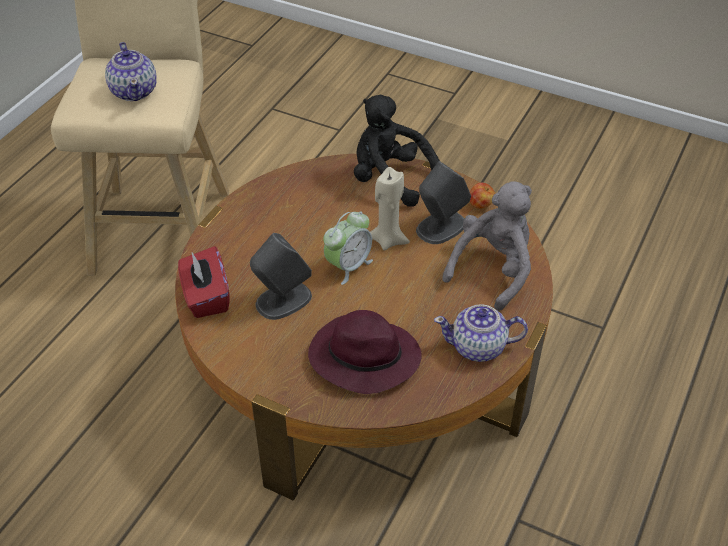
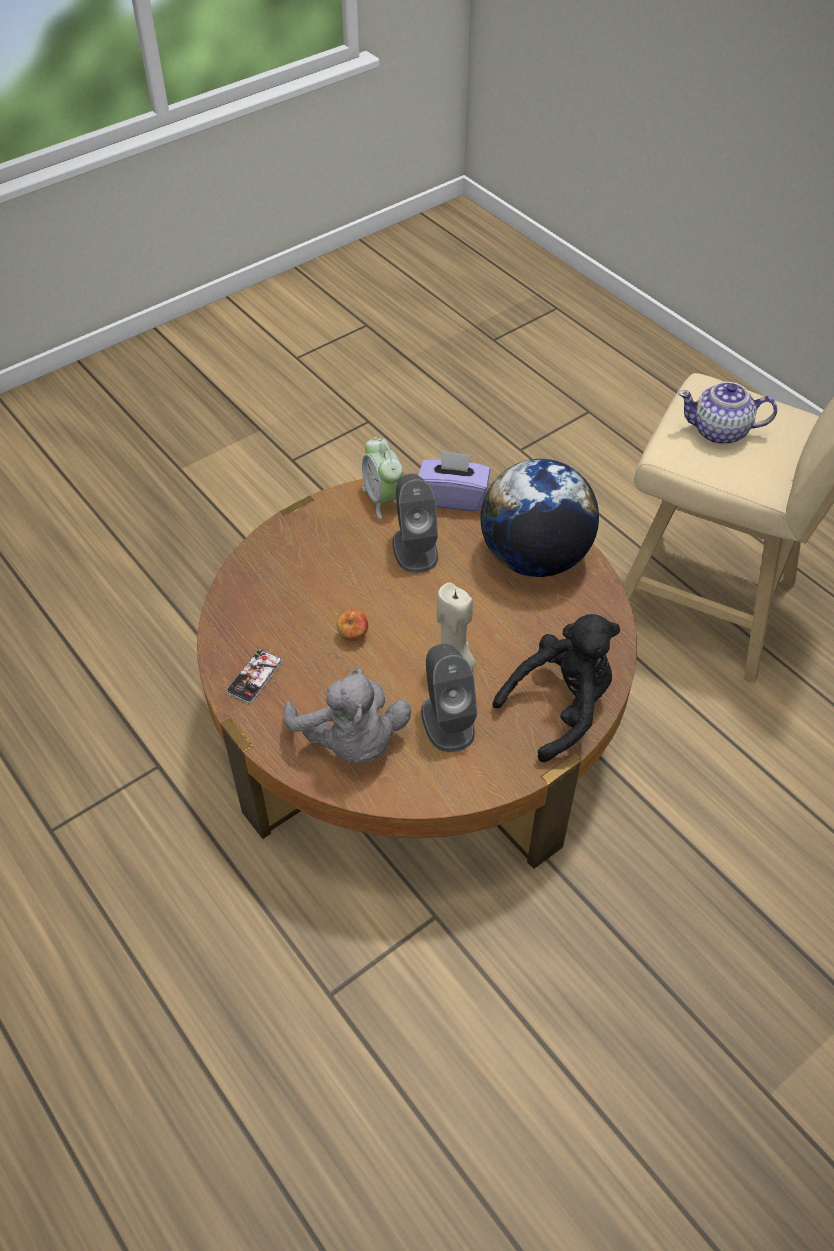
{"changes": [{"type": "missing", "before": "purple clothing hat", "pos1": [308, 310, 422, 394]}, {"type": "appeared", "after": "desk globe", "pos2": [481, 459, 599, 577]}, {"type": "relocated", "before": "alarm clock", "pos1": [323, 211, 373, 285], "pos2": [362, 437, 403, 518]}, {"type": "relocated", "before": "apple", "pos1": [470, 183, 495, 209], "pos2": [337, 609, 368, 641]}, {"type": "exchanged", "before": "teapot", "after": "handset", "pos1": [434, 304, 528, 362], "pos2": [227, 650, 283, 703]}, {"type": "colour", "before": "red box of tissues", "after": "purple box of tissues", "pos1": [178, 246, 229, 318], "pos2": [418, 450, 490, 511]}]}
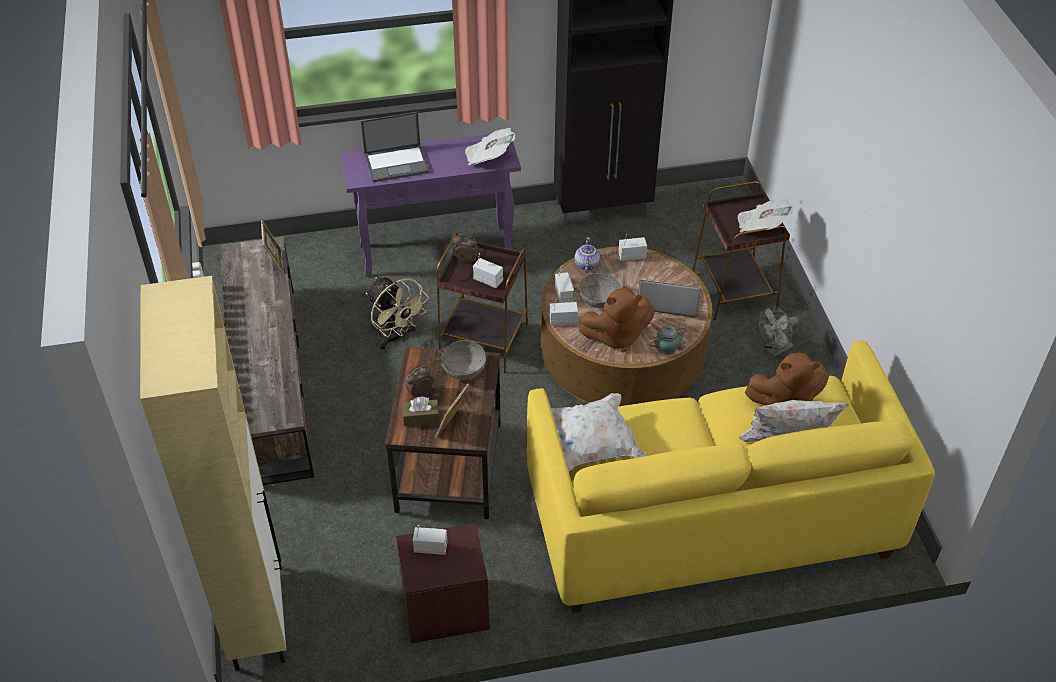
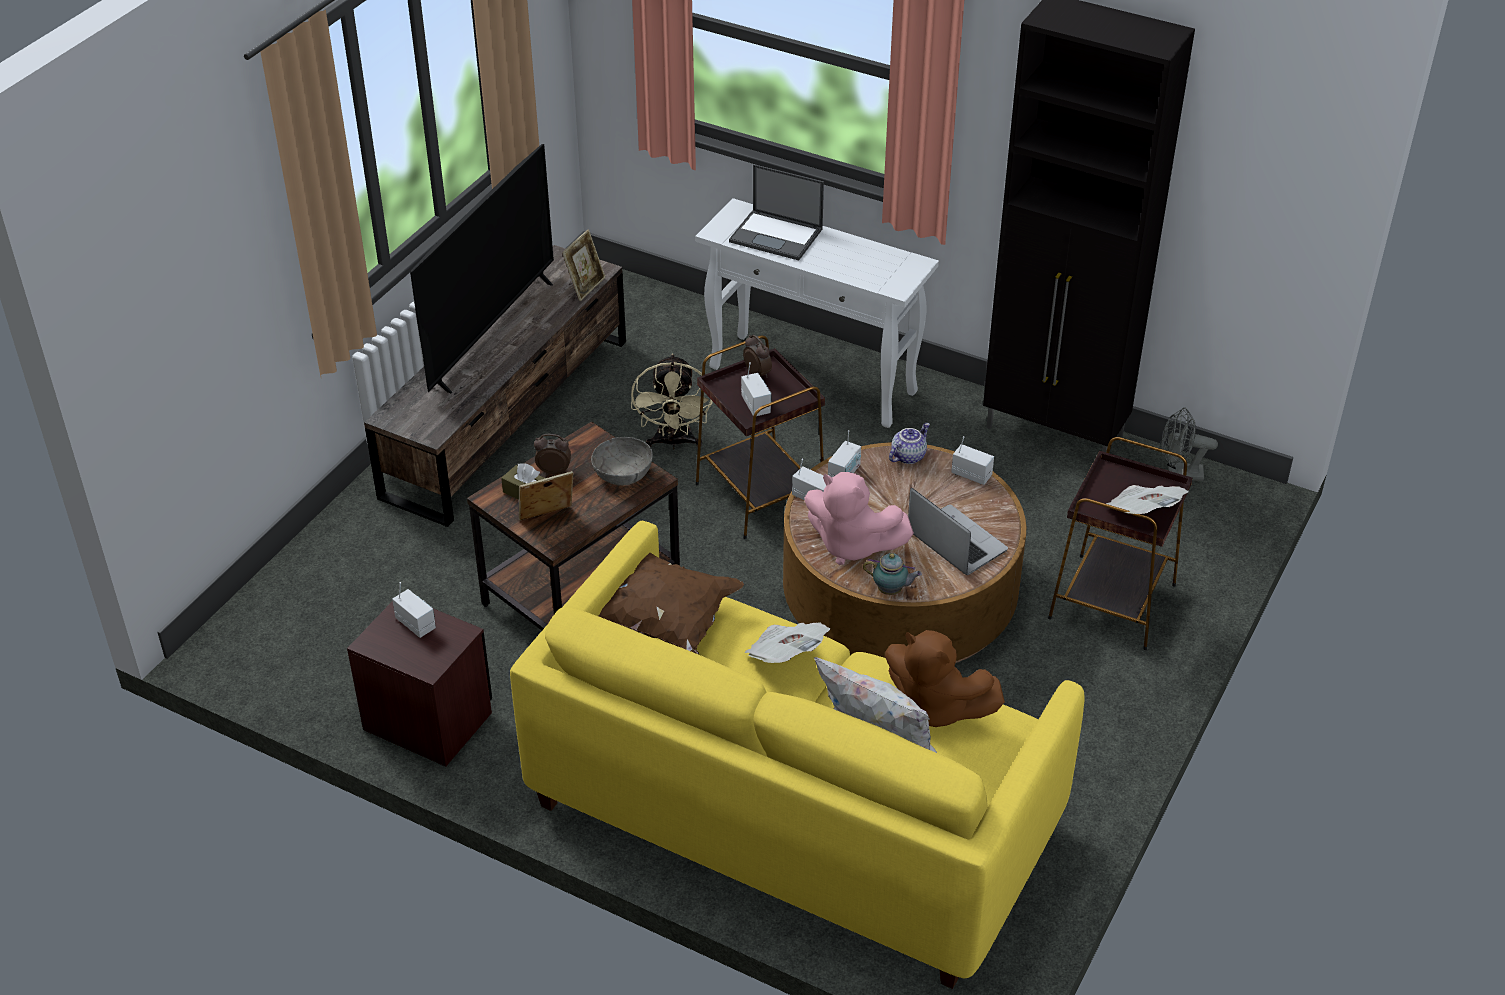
{"changes": [{"type": "missing", "before": "beige-coloured storage cabinet", "pos1": [140, 276, 286, 671]}, {"type": "missing", "before": "greyish bowl", "pos1": [579, 273, 621, 308]}, {"type": "appeared", "after": "TV", "pos2": [410, 144, 554, 393]}, {"type": "relocated", "before": "daily paper", "pos1": [465, 128, 515, 165], "pos2": [744, 622, 830, 663]}, {"type": "relocated", "before": "greyish electric fan", "pos1": [759, 306, 799, 357], "pos2": [1162, 408, 1218, 481]}, {"type": "colour", "before": "purple narrow table", "after": "white narrow table", "pos1": [341, 134, 521, 277], "pos2": [695, 198, 939, 428]}, {"type": "colour", "before": "white cushion", "after": "brownish cushion", "pos1": [551, 393, 646, 471], "pos2": [599, 553, 744, 655]}, {"type": "colour", "before": "brownish soft toy", "after": "pink-coloured soft toy", "pos1": [579, 288, 655, 353], "pos2": [804, 472, 914, 565]}]}
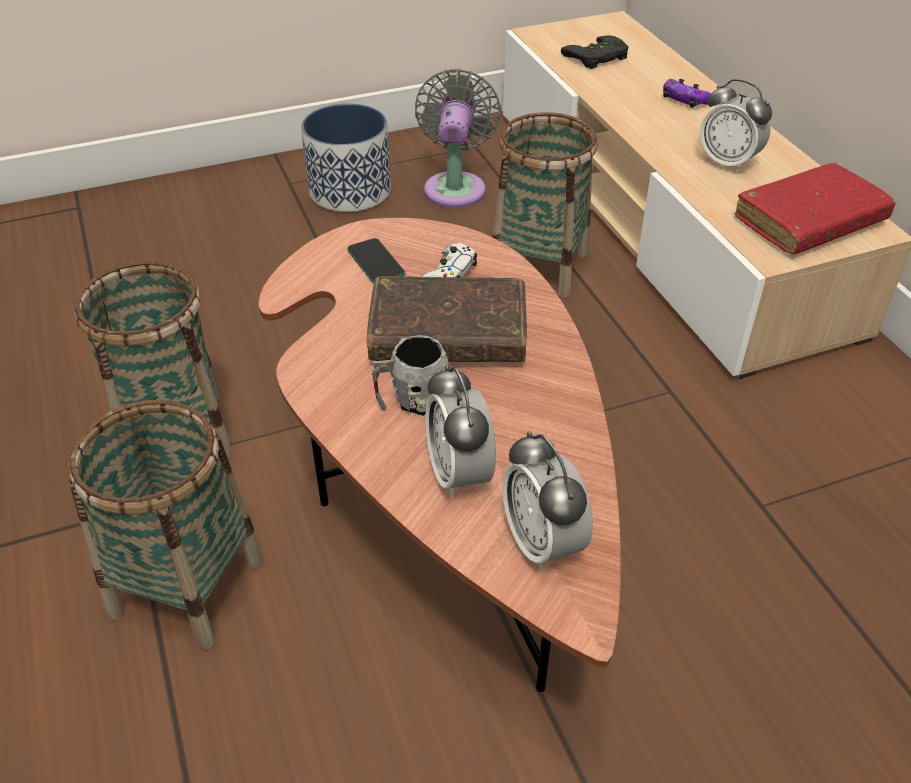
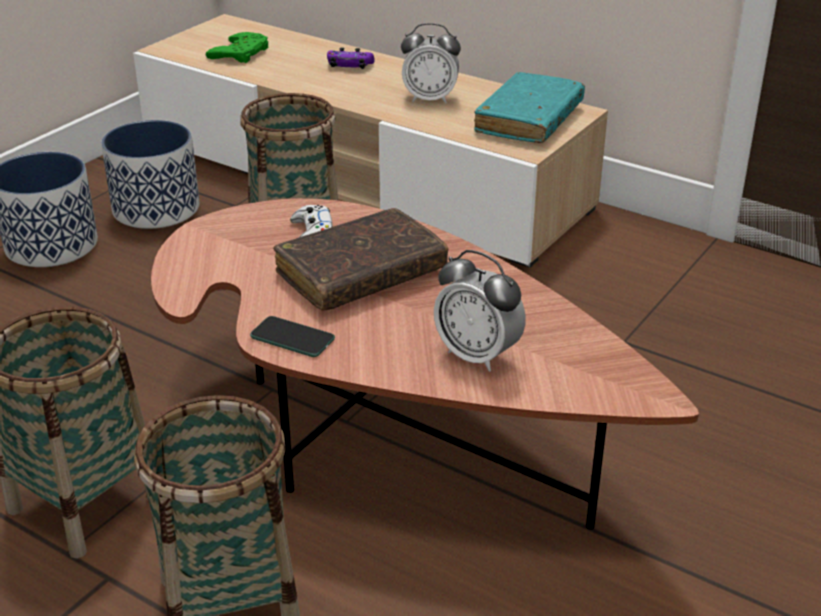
{"changes": [{"type": "missing", "before": "greyish tea mug", "pos1": [372, 335, 449, 416]}, {"type": "missing", "before": "alarm clock", "pos1": [502, 431, 593, 571]}, {"type": "relocated", "before": "handset", "pos1": [347, 238, 405, 284], "pos2": [250, 316, 335, 357]}, {"type": "exchanged", "before": "greyish electric fan", "after": "planter", "pos1": [415, 68, 501, 208], "pos2": [101, 120, 199, 229]}, {"type": "colour", "before": "black game controller", "after": "green game controller", "pos1": [561, 35, 629, 69], "pos2": [206, 32, 268, 63]}, {"type": "colour", "before": "red bound book", "after": "turquoise bound book", "pos1": [735, 163, 896, 254], "pos2": [474, 72, 585, 143]}]}
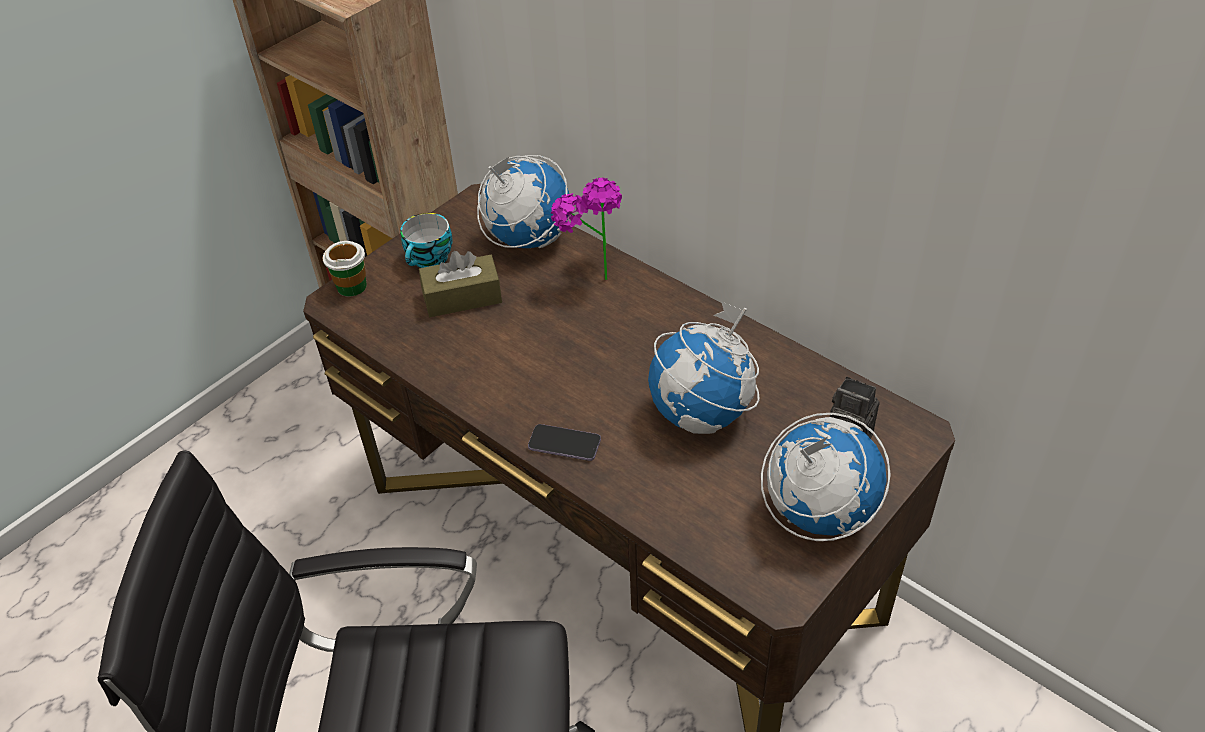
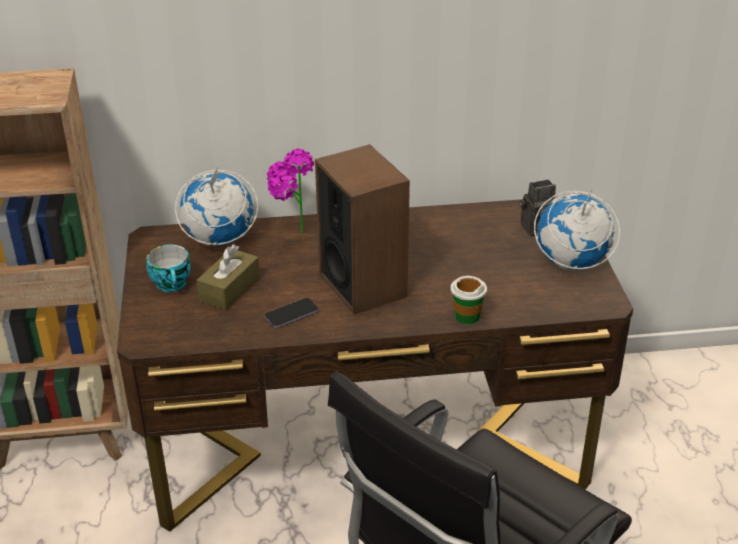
{"changes": [{"type": "missing", "before": "desk globe", "pos1": [648, 302, 760, 434]}, {"type": "appeared", "after": "speaker", "pos2": [315, 144, 410, 315]}, {"type": "relocated", "before": "cup", "pos1": [322, 241, 367, 297], "pos2": [451, 276, 487, 325]}, {"type": "relocated", "before": "handset", "pos1": [528, 424, 601, 461], "pos2": [264, 298, 319, 328]}]}
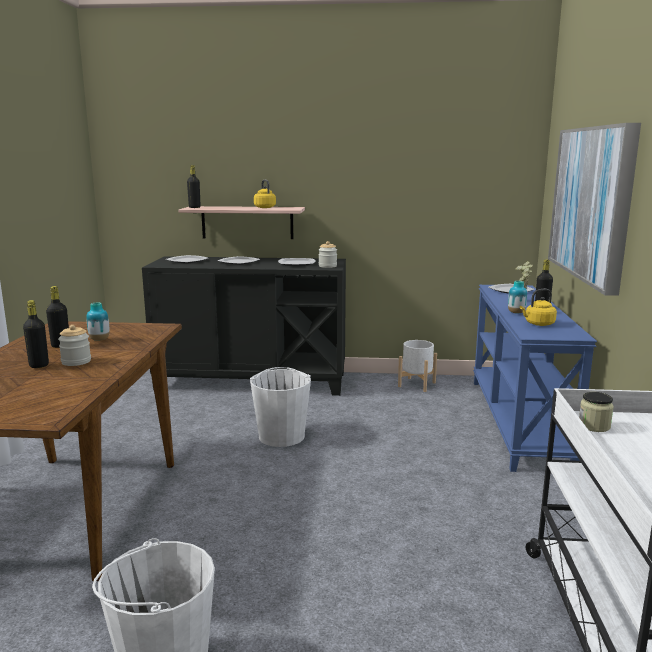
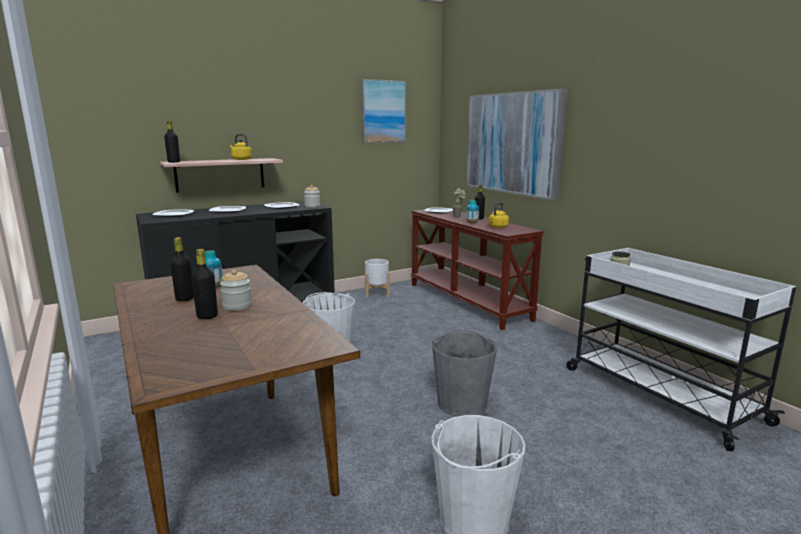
{"changes": [{"type": "appeared", "after": "wall art", "pos2": [361, 79, 406, 143]}, {"type": "appeared", "after": "greyish pail", "pos2": [432, 330, 497, 417]}, {"type": "colour", "before": "blue narrow table", "after": "brownish narrow table", "pos1": [473, 285, 597, 472], "pos2": [411, 209, 544, 330]}]}
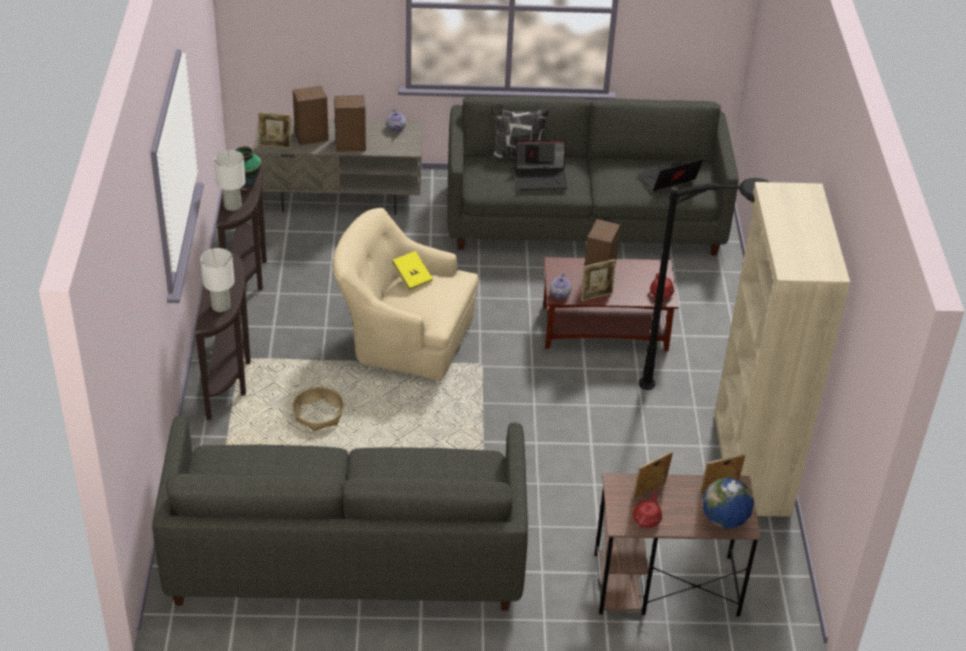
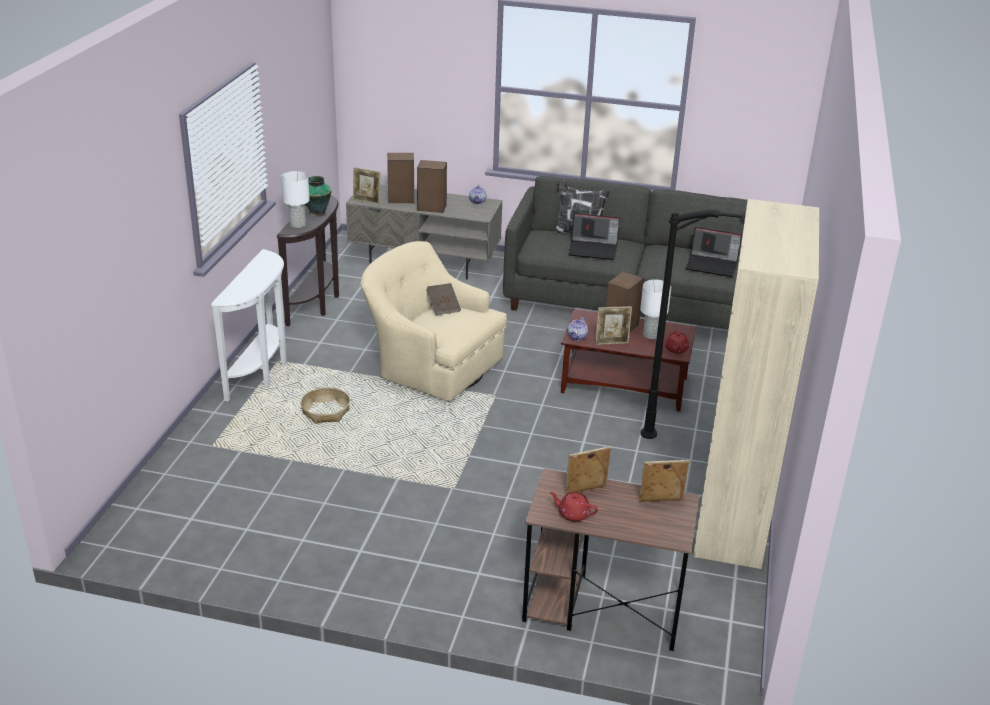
{"changes": [{"type": "missing", "before": "greyish sofa", "pos1": [152, 416, 528, 611]}, {"type": "missing", "before": "desk globe", "pos1": [703, 478, 754, 529]}, {"type": "relocated", "before": "white table lamp", "pos1": [200, 248, 235, 312], "pos2": [640, 279, 671, 339]}, {"type": "colour", "before": "brownish narrow table", "after": "white narrow table", "pos1": [195, 247, 251, 420], "pos2": [211, 249, 287, 401]}, {"type": "colour", "before": "yellow bound book", "after": "brownish bound book", "pos1": [392, 251, 433, 290], "pos2": [426, 283, 461, 315]}, {"type": "spun", "before": "red teapot", "pos1": [633, 490, 662, 528], "pos2": [550, 492, 598, 522], "turn": -105}, {"type": "spun", "before": "notebook computer", "pos1": [638, 159, 704, 191], "pos2": [686, 227, 742, 277], "turn": -150}]}
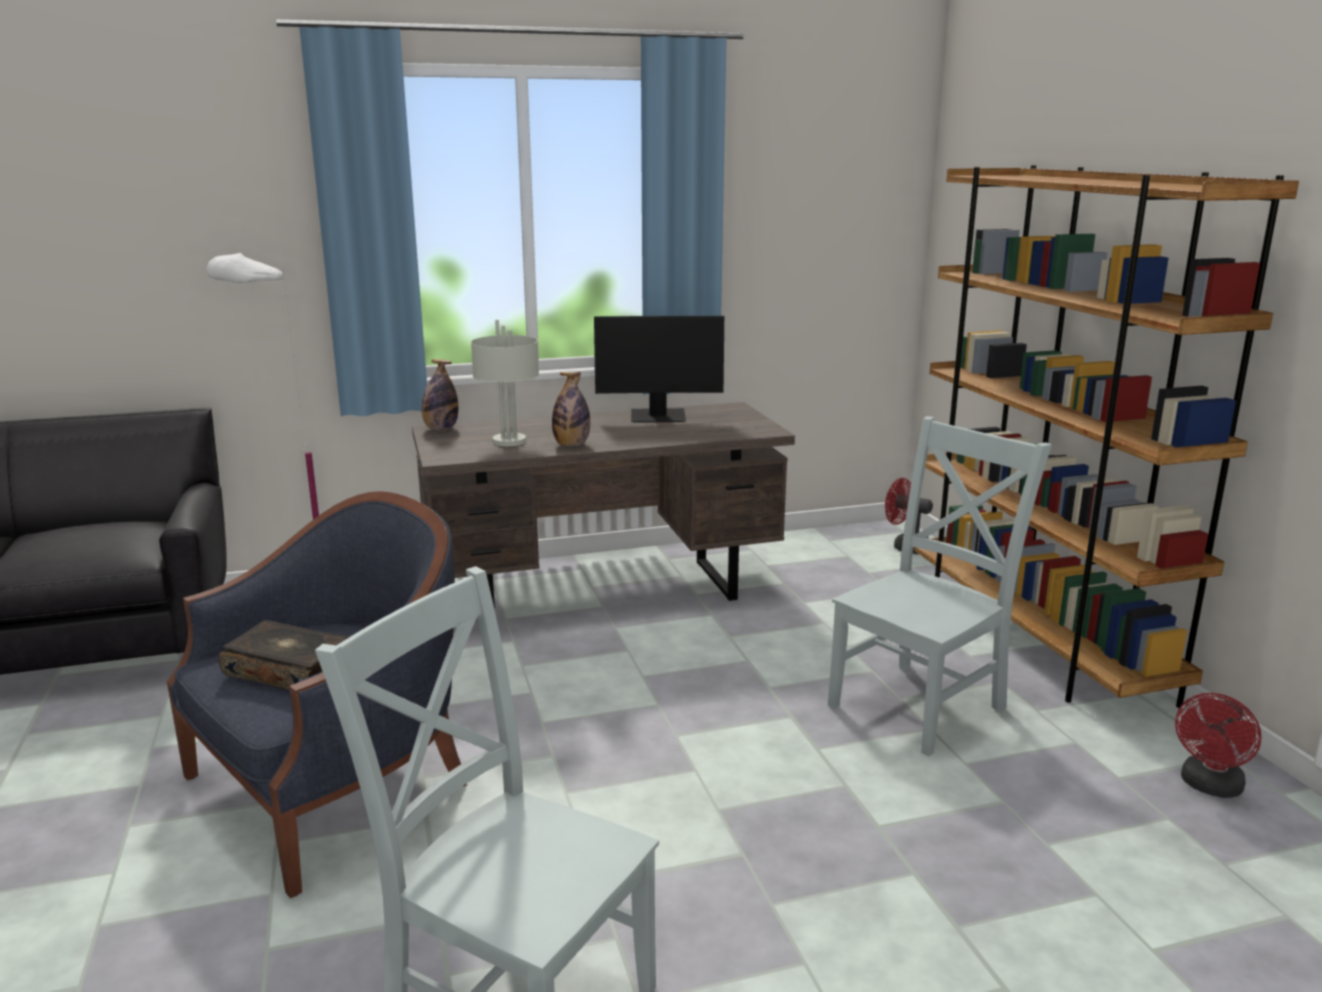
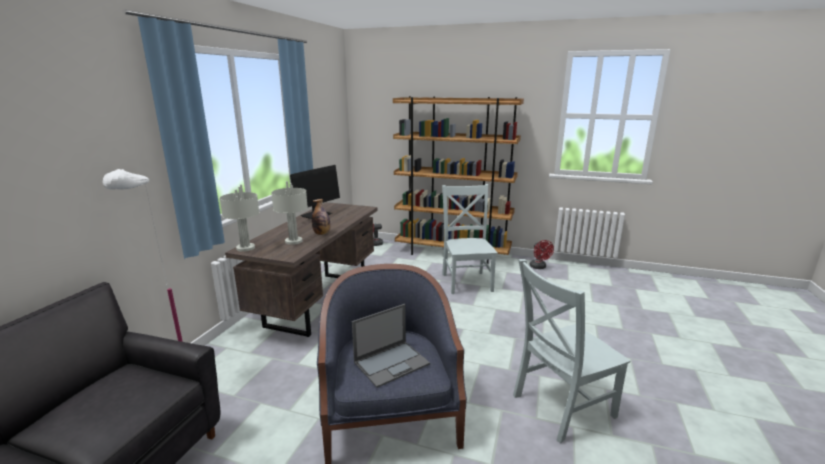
{"changes": [{"type": "exchanged", "before": "bound book", "after": "notebook computer", "pos1": [219, 620, 349, 690], "pos2": [352, 304, 430, 388]}, {"type": "exchanged", "before": "bottle", "after": "greyish table lamp", "pos1": [422, 359, 458, 431], "pos2": [219, 184, 259, 252]}]}
